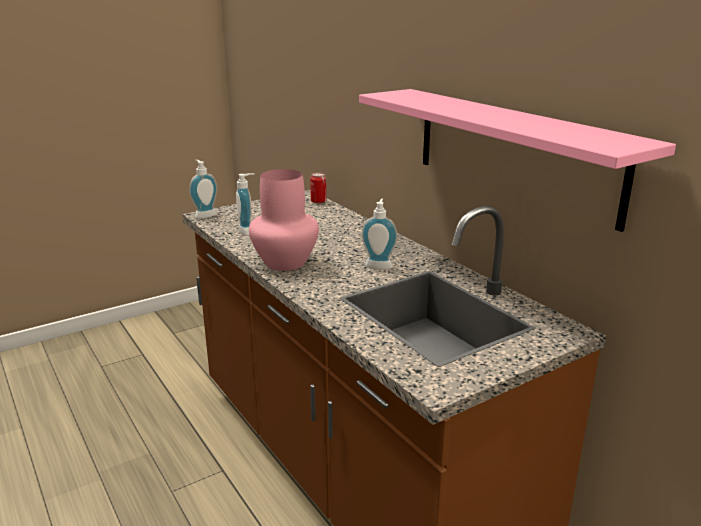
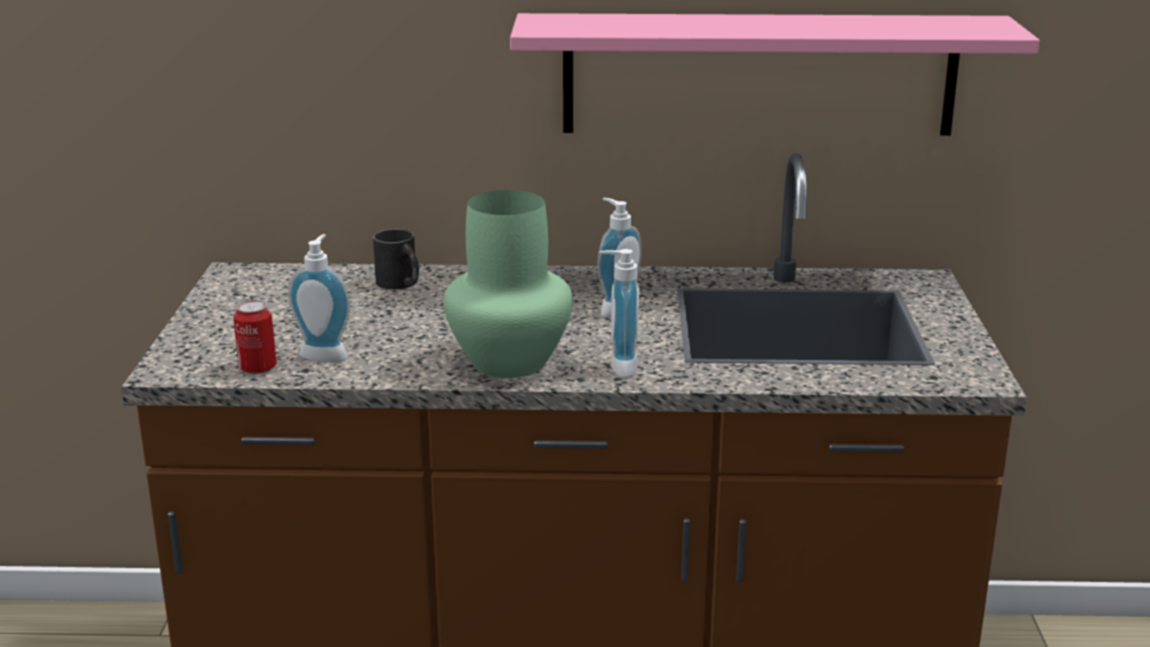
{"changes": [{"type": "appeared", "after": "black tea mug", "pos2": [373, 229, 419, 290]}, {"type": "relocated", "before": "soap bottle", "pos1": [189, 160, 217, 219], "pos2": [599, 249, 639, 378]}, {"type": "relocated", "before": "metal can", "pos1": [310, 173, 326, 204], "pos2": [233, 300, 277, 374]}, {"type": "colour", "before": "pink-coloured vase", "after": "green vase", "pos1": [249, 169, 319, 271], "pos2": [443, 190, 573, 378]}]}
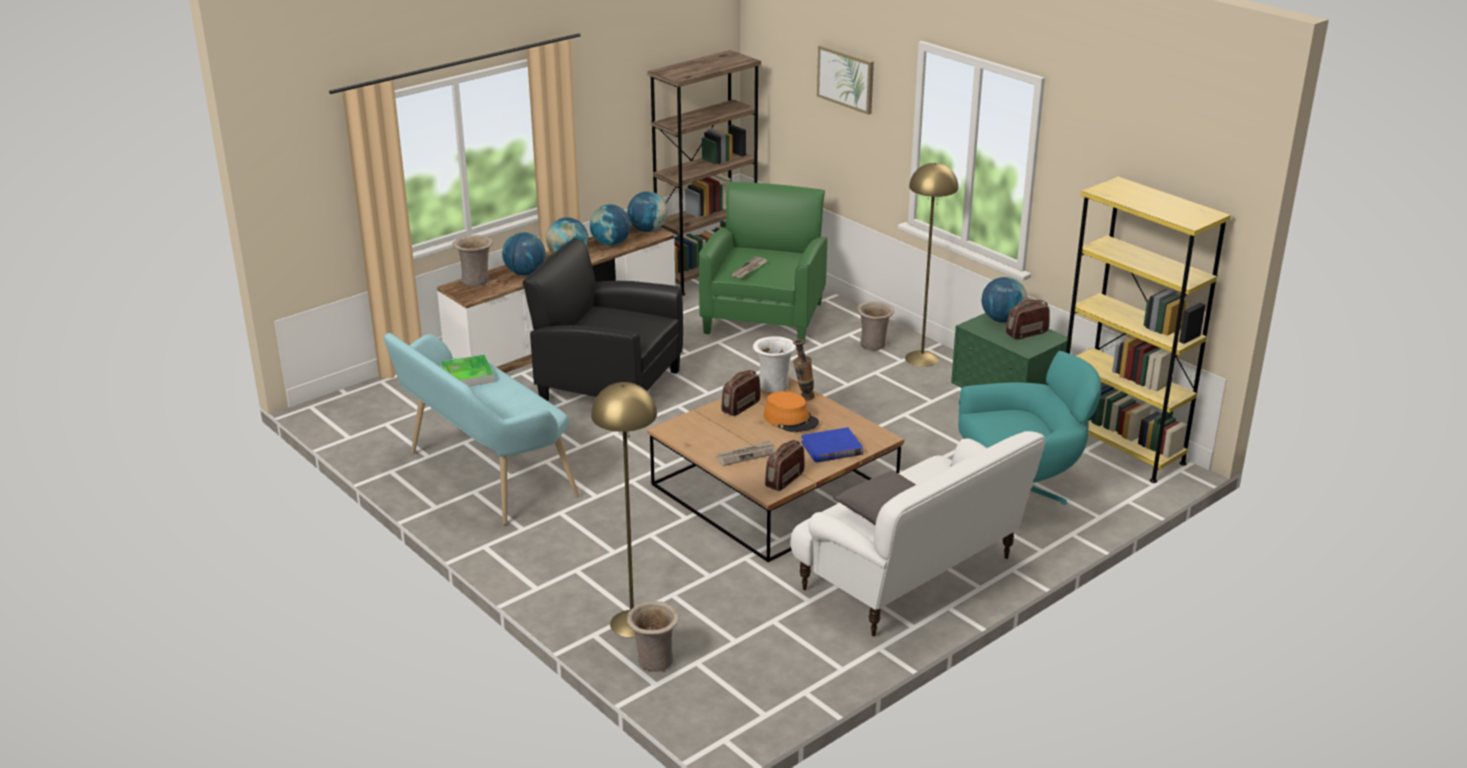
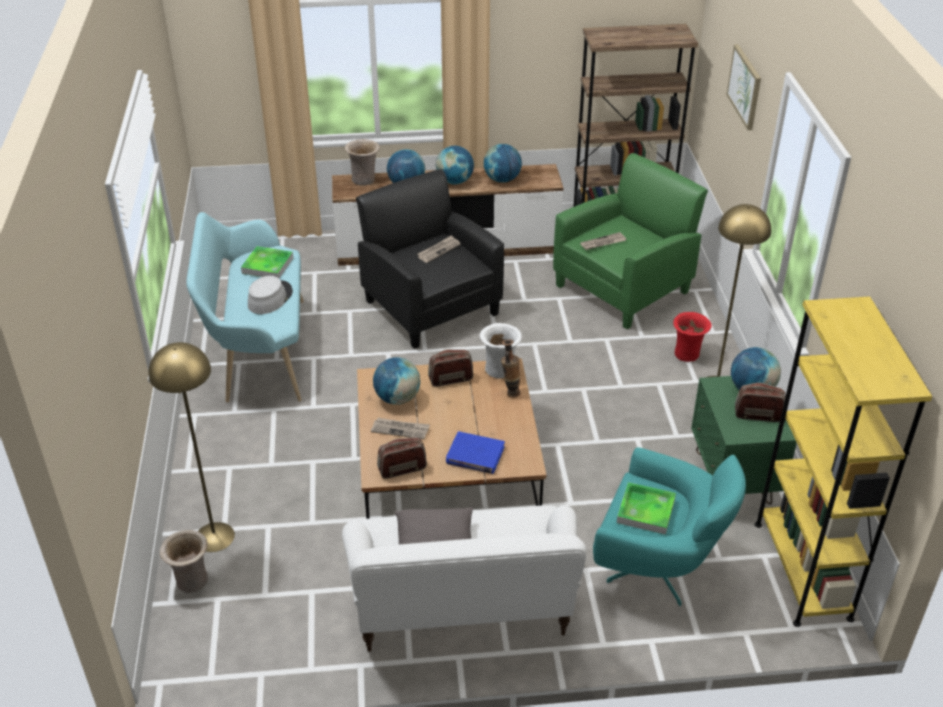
{"changes": [{"type": "missing", "before": "orangey clothing hat", "pos1": [764, 391, 819, 432]}, {"type": "appeared", "after": "greyish clothing hat", "pos2": [248, 276, 293, 314]}, {"type": "appeared", "after": "daily paper", "pos2": [418, 235, 460, 263]}, {"type": "appeared", "after": "tray", "pos2": [617, 482, 676, 535]}, {"type": "relocated", "before": "desk globe", "pos1": [627, 191, 668, 232], "pos2": [373, 357, 420, 405]}, {"type": "colour", "before": "beige-coloured vase", "after": "red vase", "pos1": [857, 301, 894, 351], "pos2": [673, 312, 712, 362]}]}
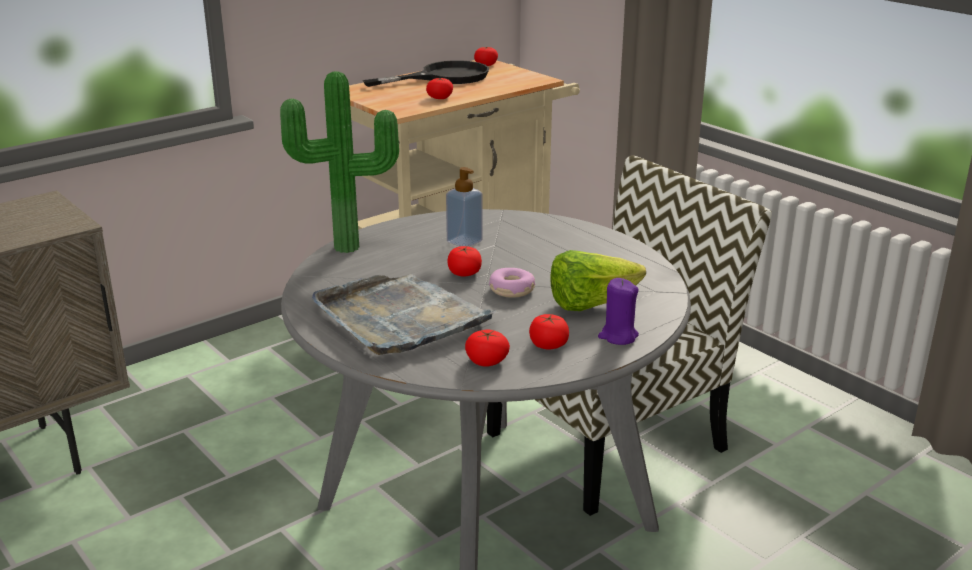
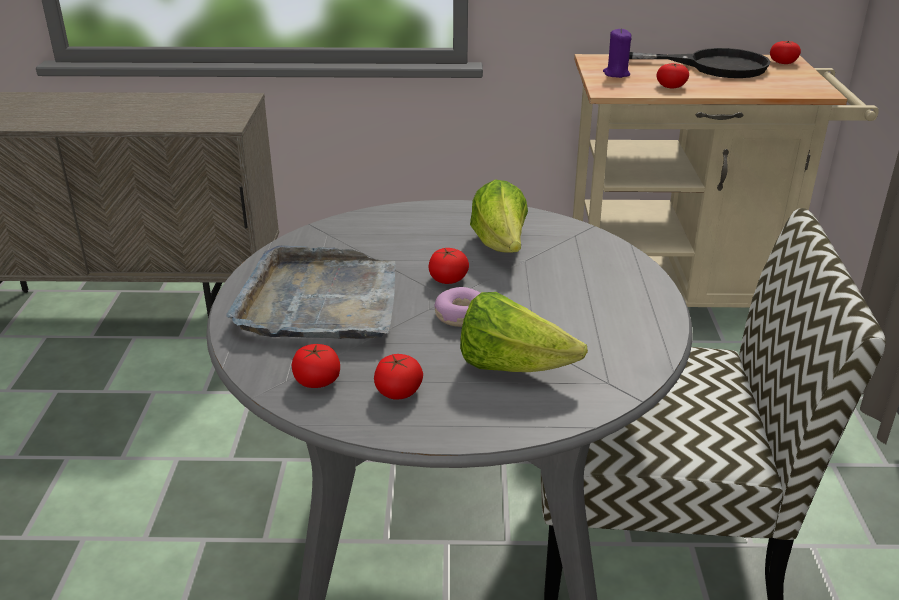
{"changes": [{"type": "missing", "before": "plant in a pot", "pos1": [280, 71, 399, 253]}, {"type": "relocated", "before": "purple wax candle", "pos1": [598, 278, 639, 345], "pos2": [603, 28, 631, 78]}, {"type": "exchanged", "before": "soap bottle", "after": "lettuce head", "pos1": [446, 167, 482, 247], "pos2": [470, 179, 528, 253]}]}
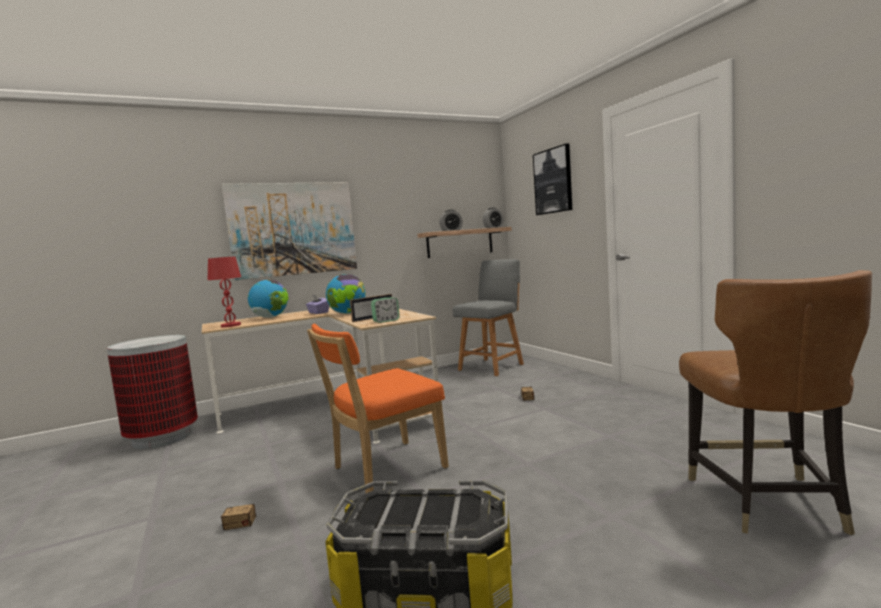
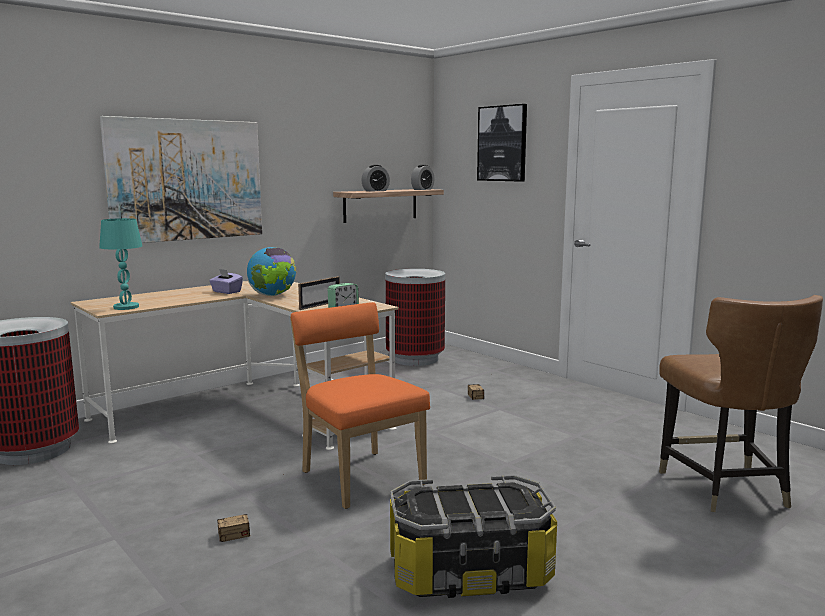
{"changes": [{"type": "missing", "before": "desk globe", "pos1": [248, 280, 288, 318]}, {"type": "exchanged", "before": "greyish upright chair", "after": "waste bin", "pos1": [453, 259, 524, 376], "pos2": [385, 269, 445, 366]}, {"type": "colour", "before": "red table lamp", "after": "turquoise table lamp", "pos1": [208, 256, 241, 327], "pos2": [99, 218, 142, 310]}, {"type": "spun", "before": "orangey upright chair", "pos1": [307, 324, 449, 493], "pos2": [290, 302, 430, 509], "turn": 105}]}
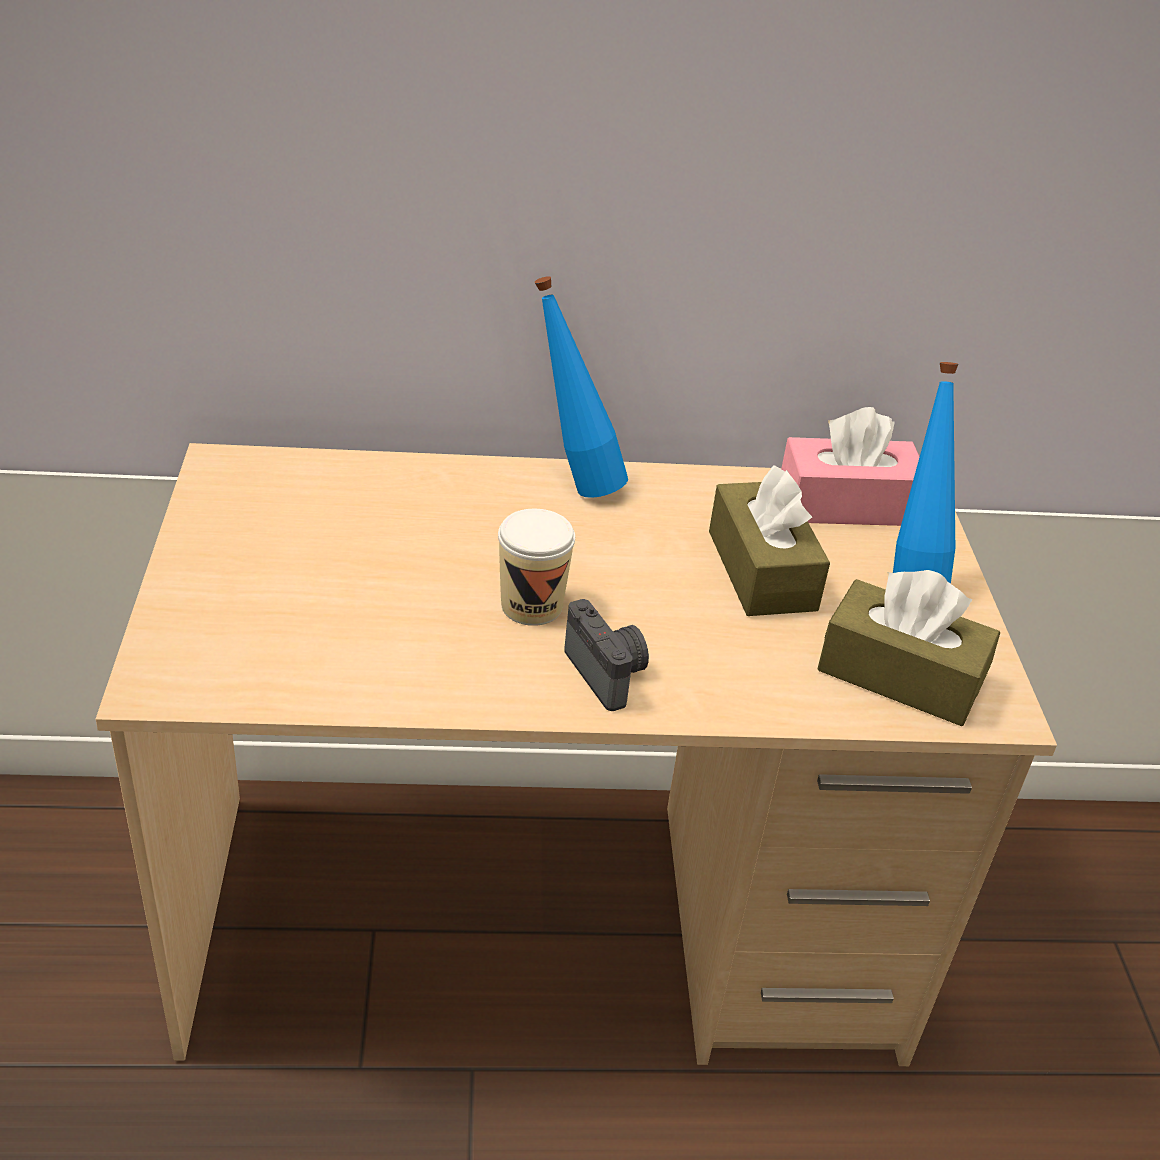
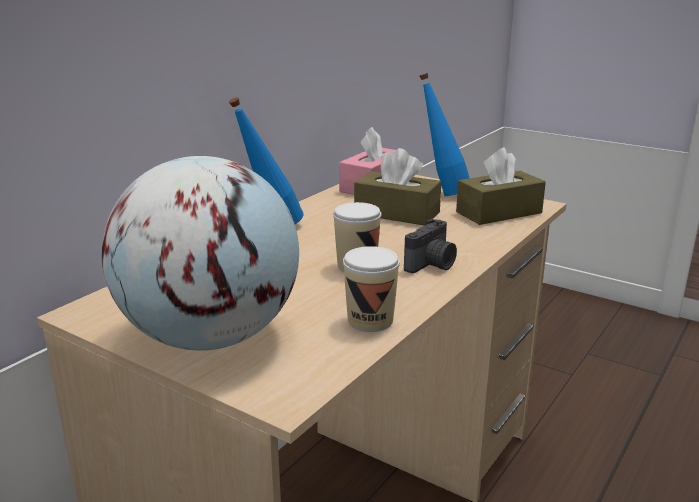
{"changes": [{"type": "appeared", "after": "desk globe", "pos2": [101, 156, 299, 351]}, {"type": "appeared", "after": "cup", "pos2": [343, 246, 400, 332]}, {"type": "spun", "before": "photo camera", "pos1": [564, 599, 649, 711], "pos2": [404, 218, 457, 273], "turn": 120}]}
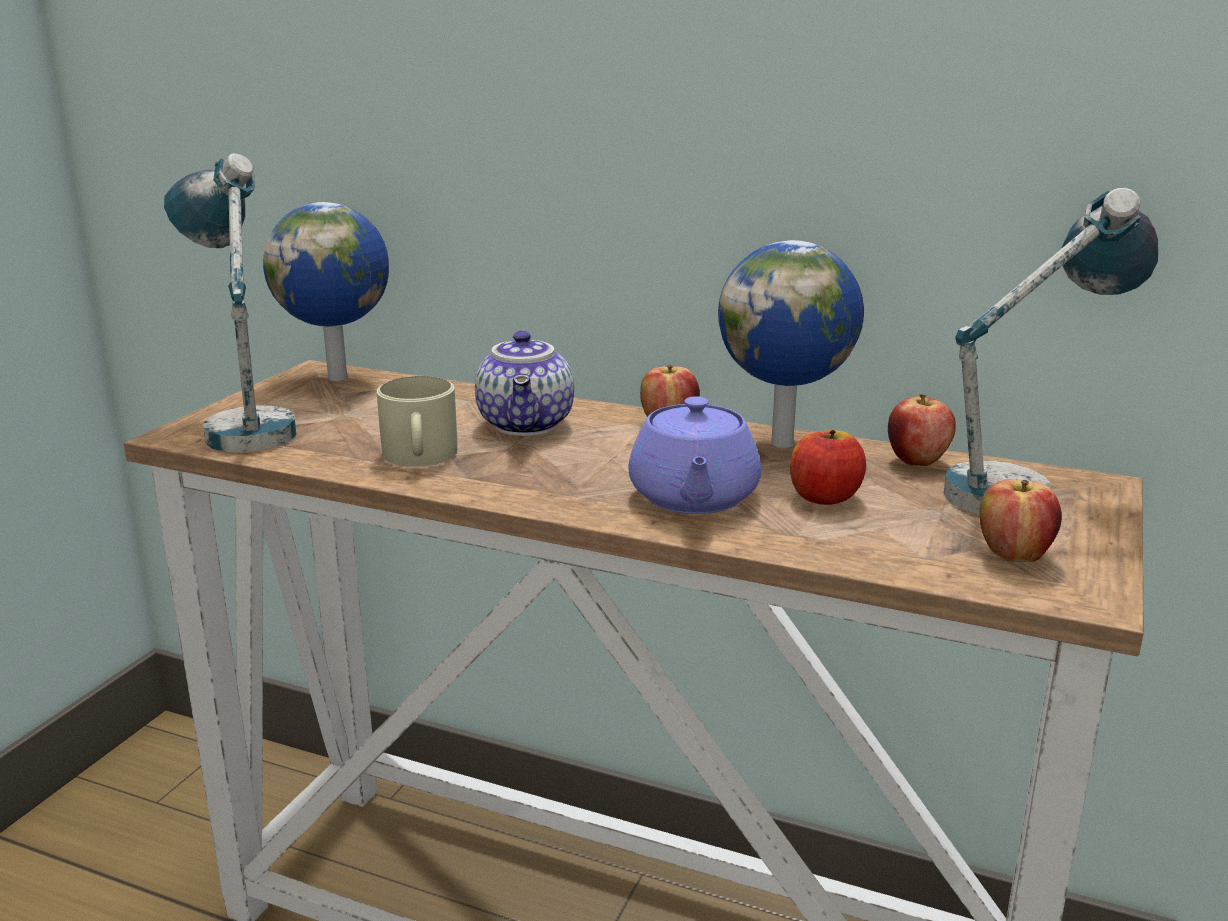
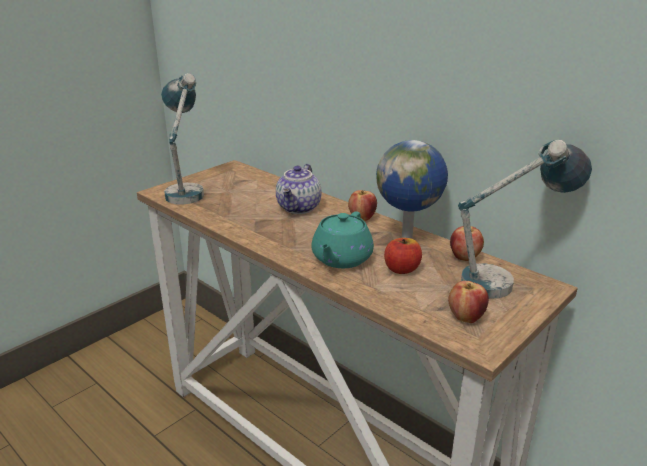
{"changes": [{"type": "missing", "before": "desk globe", "pos1": [263, 202, 389, 381]}, {"type": "missing", "before": "beige-coloured tea mug", "pos1": [377, 376, 457, 467]}, {"type": "colour", "before": "purple teapot", "after": "turquoise teapot", "pos1": [628, 396, 761, 514], "pos2": [312, 211, 374, 268]}]}
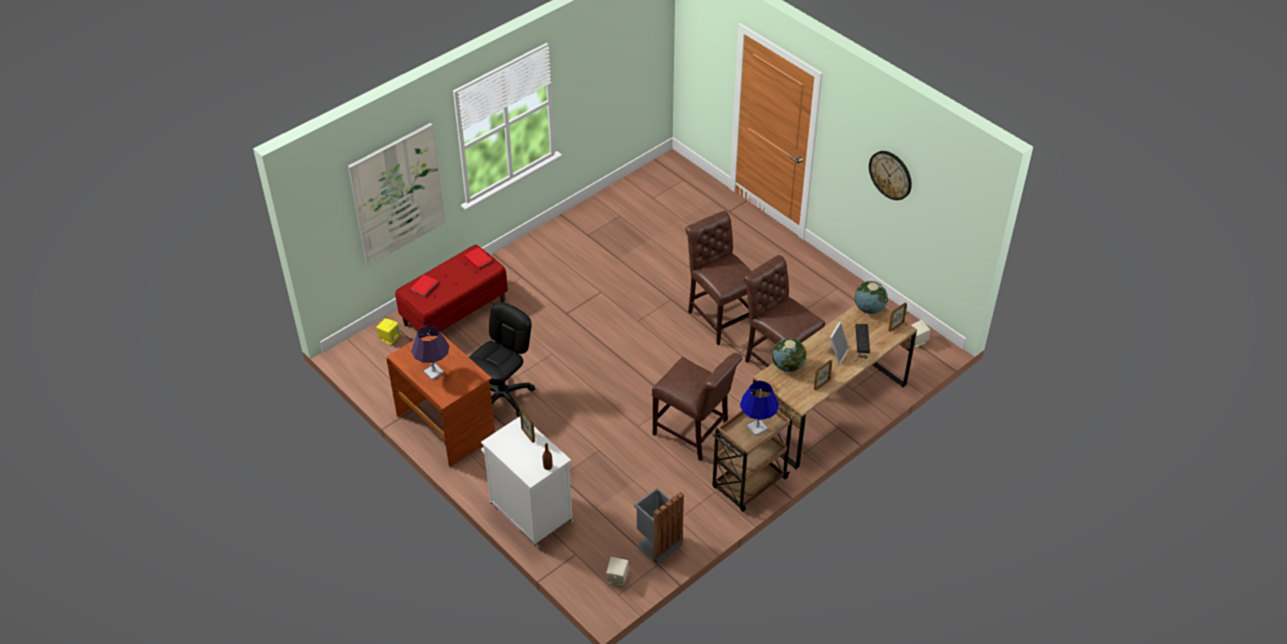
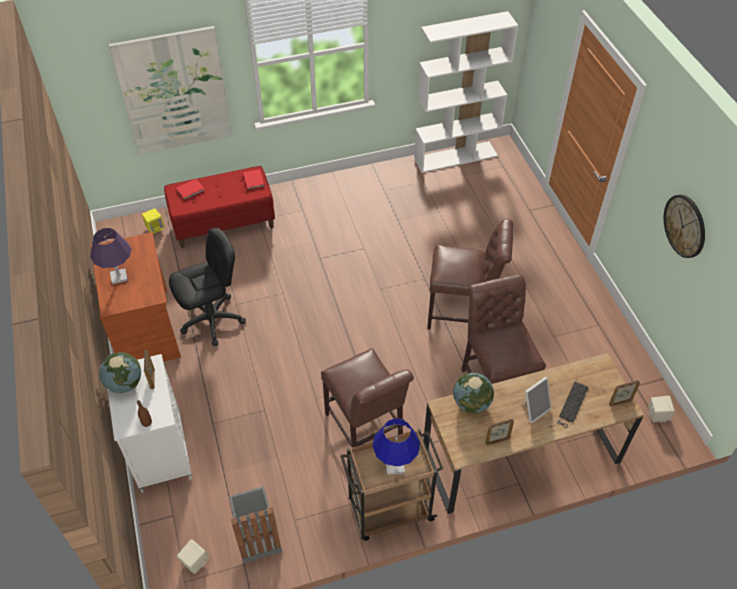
{"changes": [{"type": "appeared", "after": "white shelving unit", "pos2": [414, 11, 518, 173]}, {"type": "relocated", "before": "desk globe", "pos1": [854, 281, 888, 314], "pos2": [99, 352, 141, 393]}, {"type": "spun", "before": "brownish upright chair", "pos1": [685, 211, 752, 345], "pos2": [427, 219, 513, 329], "turn": 105}]}
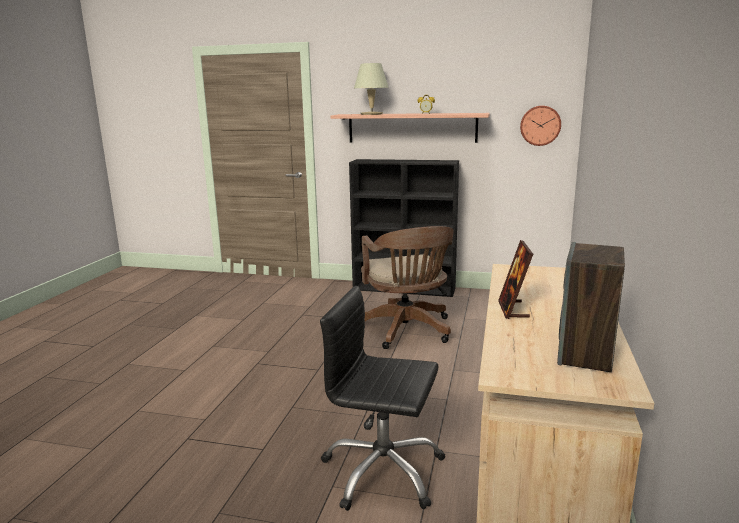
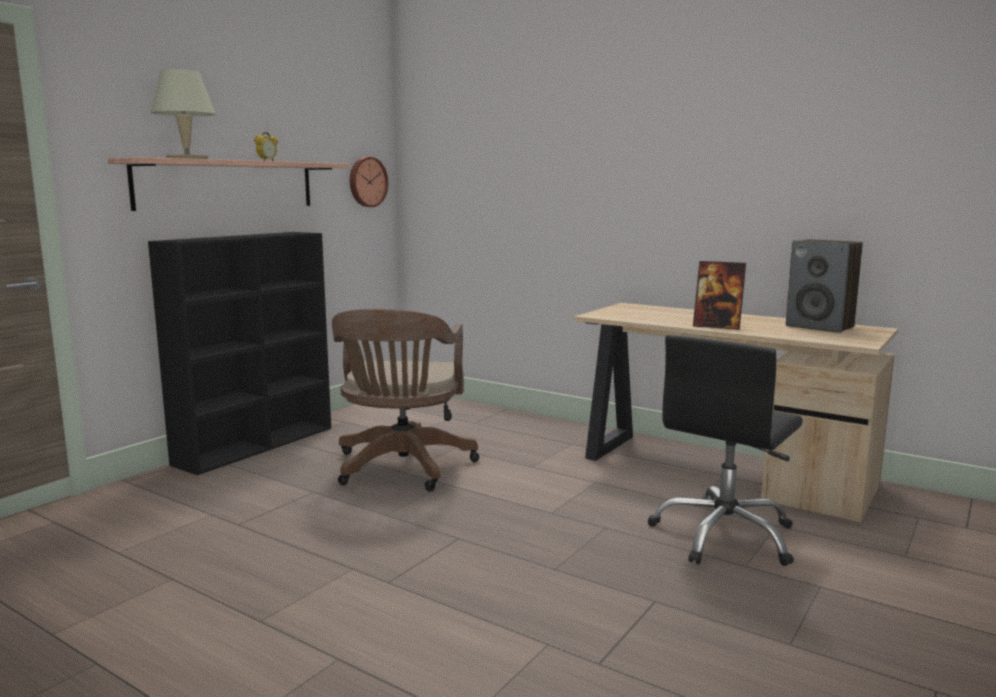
{"changes": [{"type": "spun", "before": "brownish computer chair", "pos1": [361, 226, 454, 349], "pos2": [332, 309, 479, 491], "turn": 90}]}
